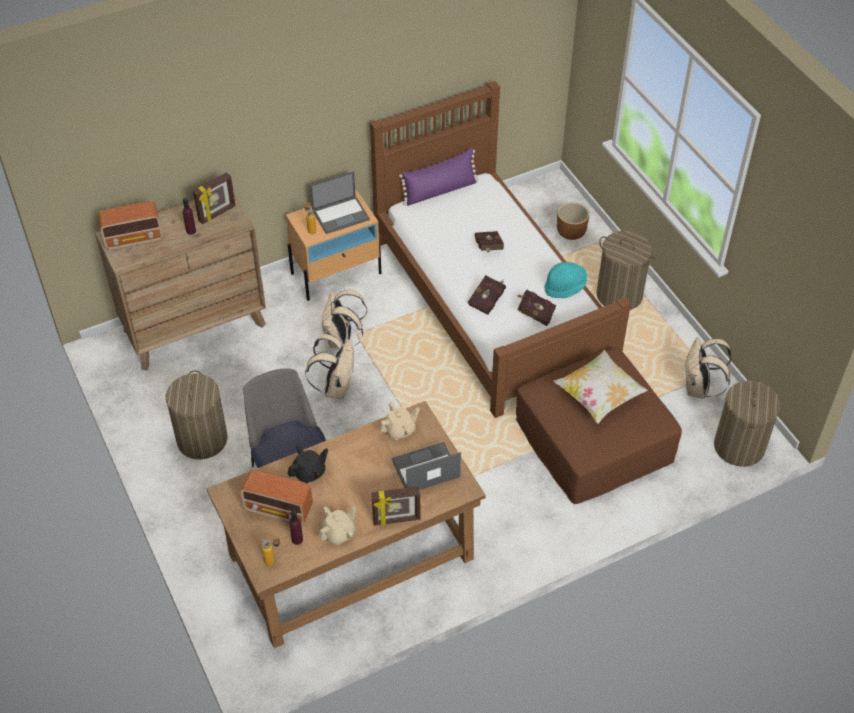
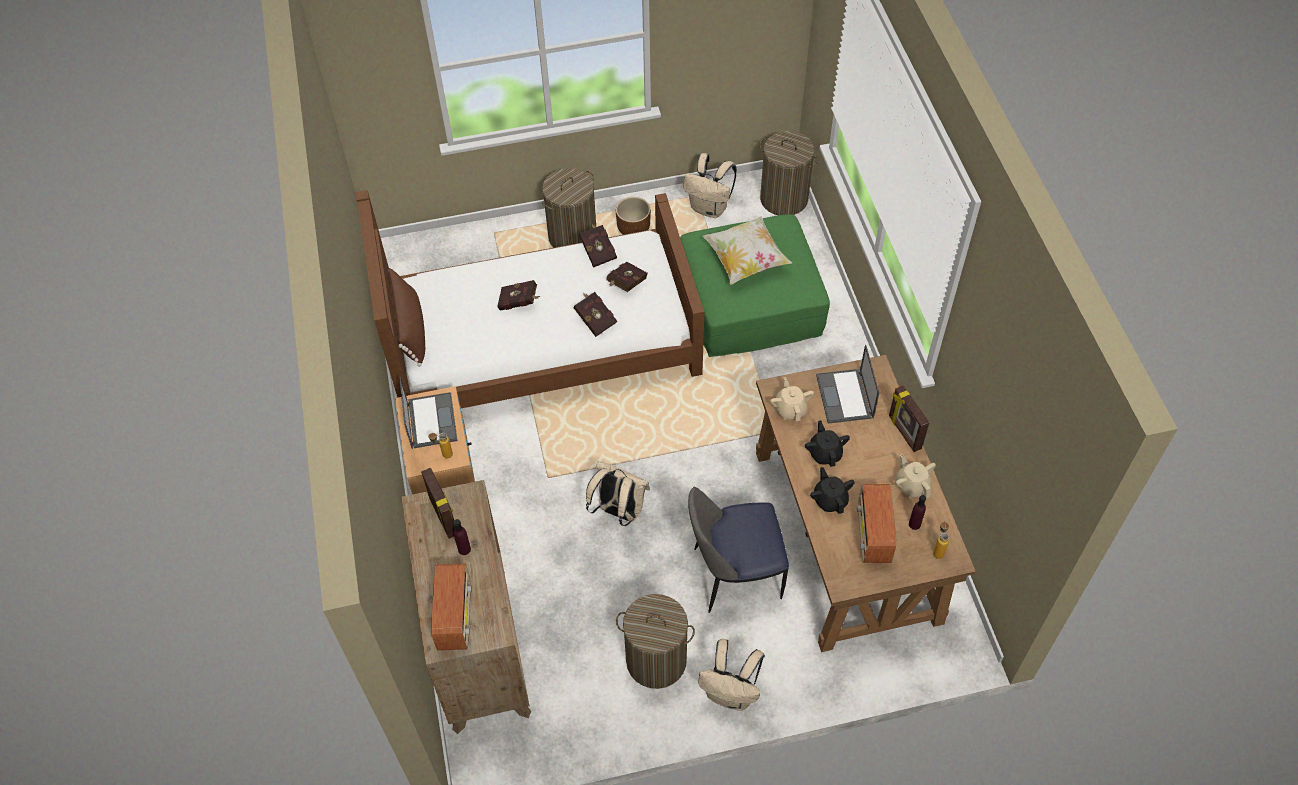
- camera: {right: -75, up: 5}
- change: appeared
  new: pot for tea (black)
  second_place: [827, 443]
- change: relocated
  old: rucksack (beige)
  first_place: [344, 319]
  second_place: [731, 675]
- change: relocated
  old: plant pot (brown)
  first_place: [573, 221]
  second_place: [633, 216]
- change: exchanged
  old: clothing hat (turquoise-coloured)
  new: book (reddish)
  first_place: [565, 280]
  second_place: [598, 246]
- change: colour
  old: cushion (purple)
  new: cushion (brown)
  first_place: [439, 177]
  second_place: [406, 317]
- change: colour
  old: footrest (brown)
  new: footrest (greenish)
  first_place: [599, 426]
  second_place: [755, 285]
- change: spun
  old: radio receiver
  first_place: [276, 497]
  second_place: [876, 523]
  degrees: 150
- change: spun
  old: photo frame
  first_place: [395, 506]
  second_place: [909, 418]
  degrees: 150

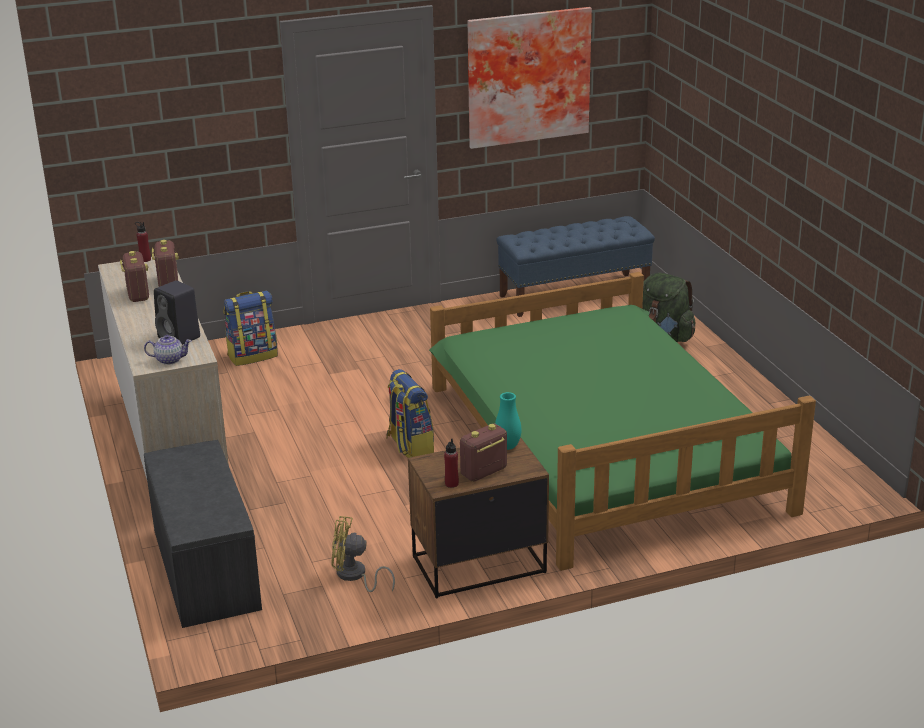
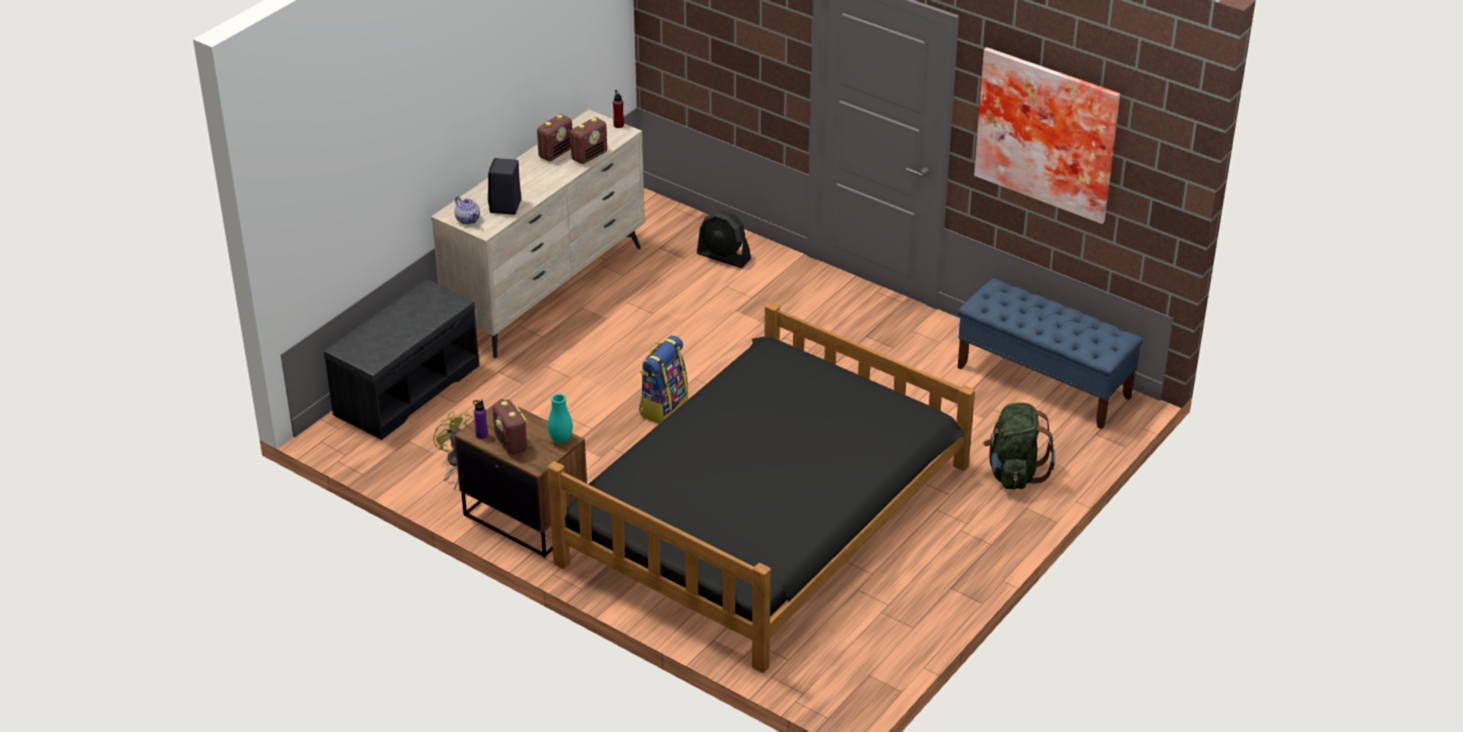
- camera: {right: 55, up: 10}
- change: exchanged
  old: rucksack
  new: fan (black)
  first_place: [250, 328]
  second_place: [724, 239]
- change: colour
  old: sleeping bed (greenish)
  new: sleeping bed (black)
  first_place: [622, 421]
  second_place: [761, 487]
- change: colour
  old: beverage bottle (reddish)
  new: beverage bottle (purple)
  first_place: [451, 463]
  second_place: [480, 419]
- change: spun
  old: radio receiver
  first_place: [483, 453]
  second_place: [510, 427]
  degrees: -135

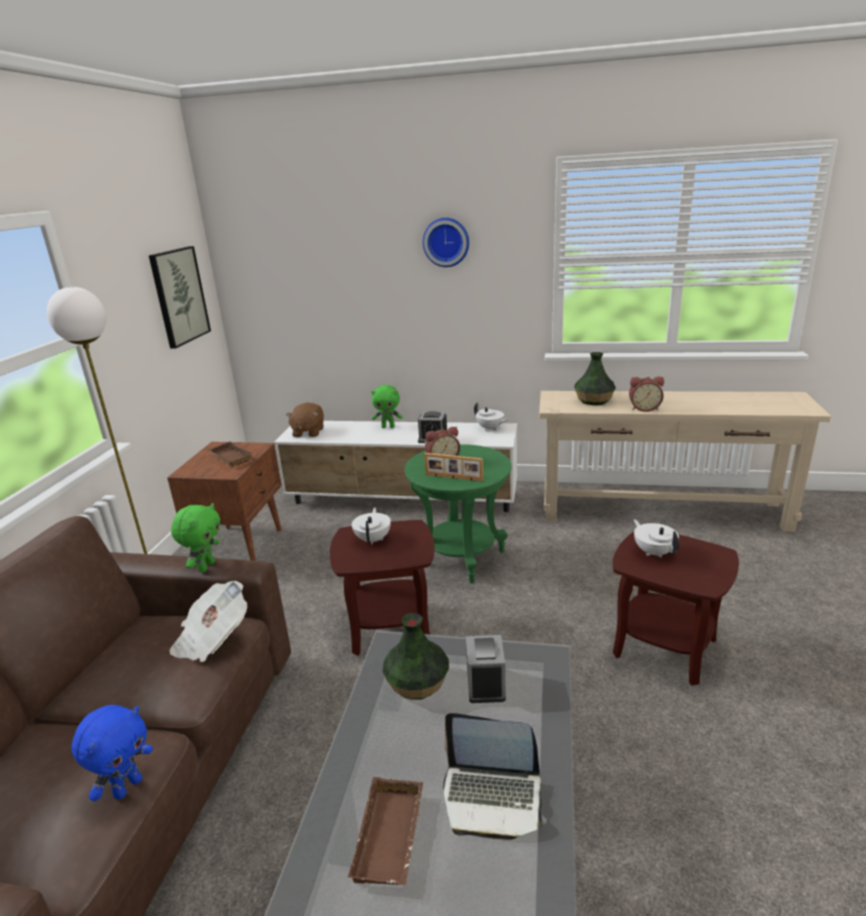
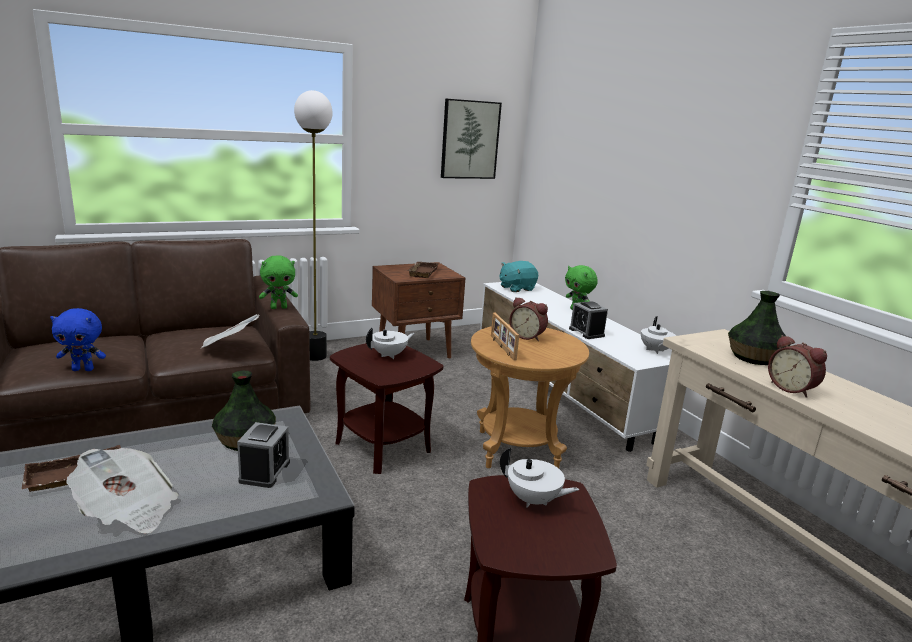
- camera: {right: 50, up: -5}
- change: missing
  old: clock on the wall
  first_place: [446, 242]
- change: exchanged
  old: laptop
  new: newspaper
  first_place: [494, 776]
  second_place: [122, 491]
- change: colour
  old: soft toy (brown)
  new: soft toy (turquoise-coloured)
  first_place: [305, 419]
  second_place: [519, 276]
- change: colour
  old: side table (greenish)
  new: side table (brown)
  first_place: [458, 513]
  second_place: [530, 396]
- change: spun
  old: alarm clock
  first_place: [486, 669]
  second_place: [263, 455]
  degrees: -45
- change: spun
  old: pot for tea (whitish)
  first_place: [656, 538]
  second_place: [539, 477]
  degrees: 90

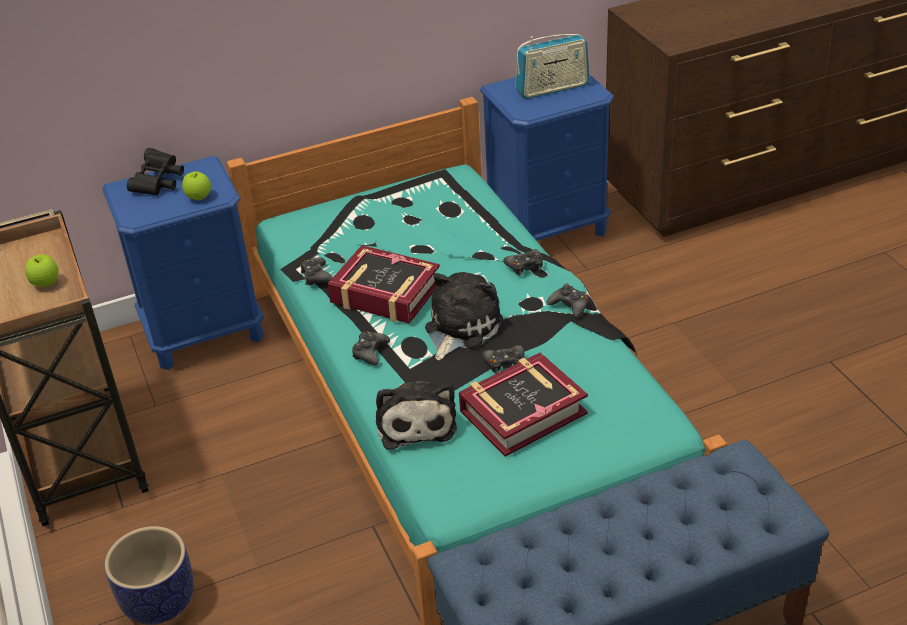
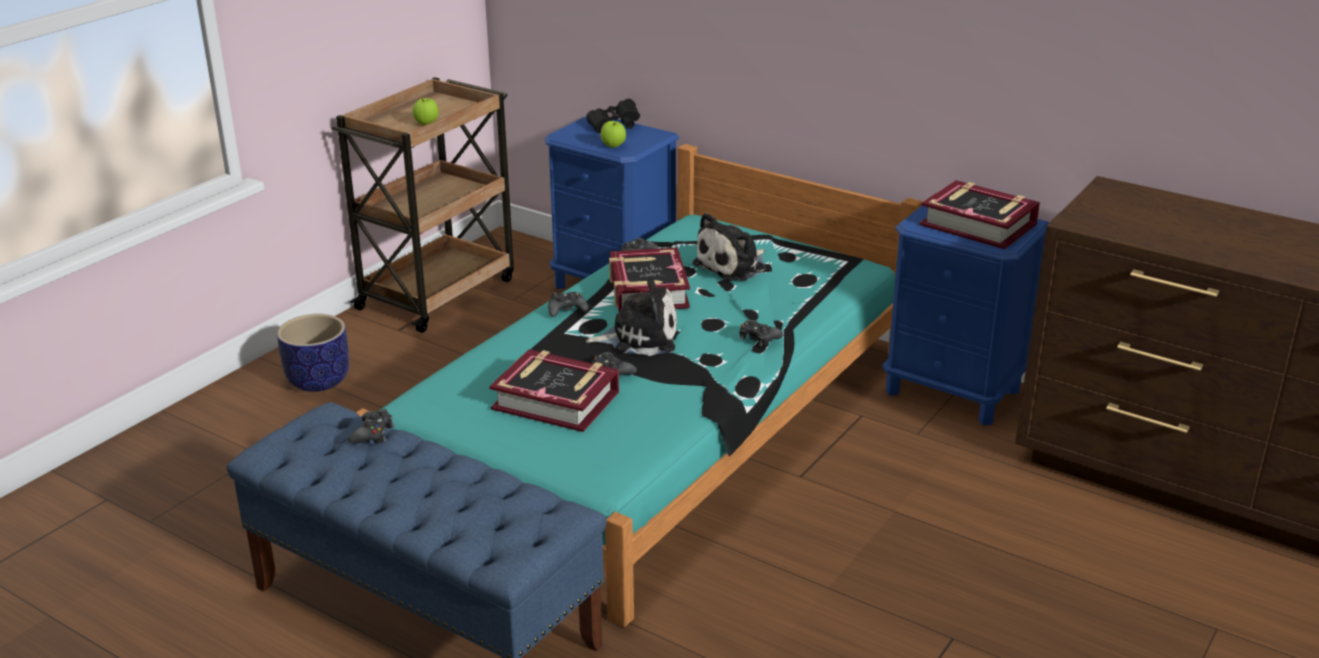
- camera: {right: 55, up: -10}
- change: relocated
  old: soft toy
  first_place: [416, 415]
  second_place: [729, 246]
- change: relocated
  old: joypad (black)
  first_place: [568, 301]
  second_place: [371, 426]
- change: exchanged
  old: radio receiver
  new: book
  first_place: [552, 66]
  second_place: [980, 214]

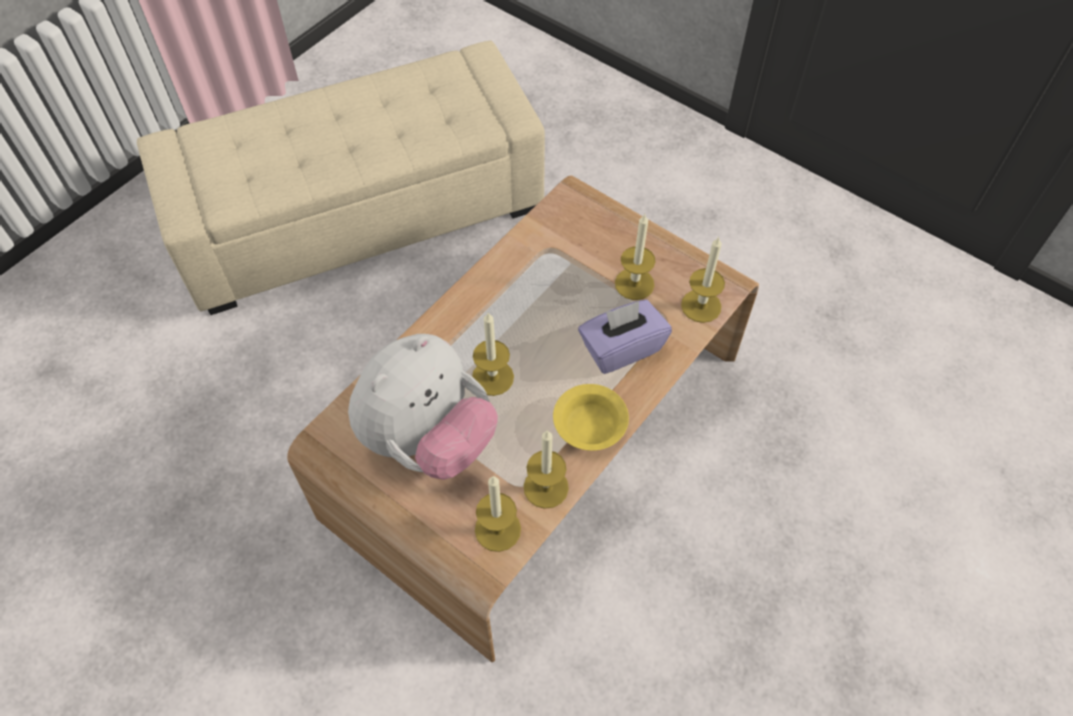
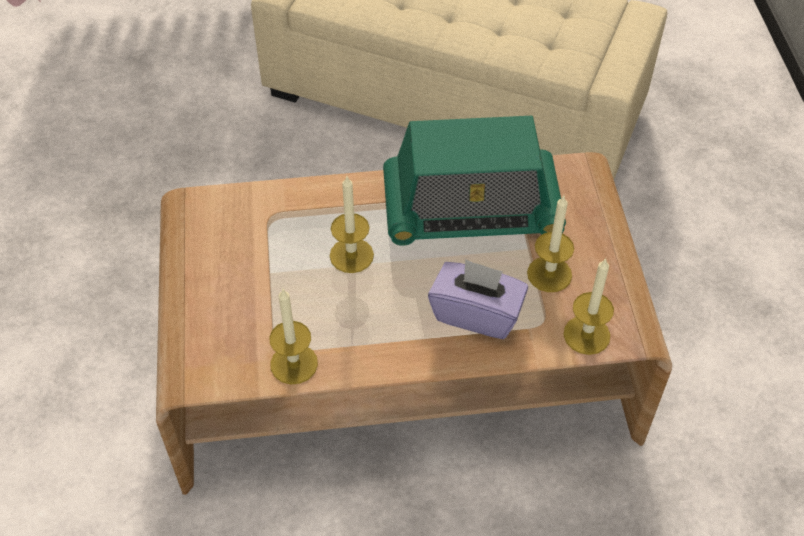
- camera: {right: 45, up: -5}
- change: missing
  old: soft toy
  first_place: [423, 407]
- change: missing
  old: candle
  first_place: [498, 514]
- change: missing
  old: bowl (yellow-coloured)
  first_place: [591, 417]
- change: appeared
  new: radio receiver
  second_place: [474, 181]

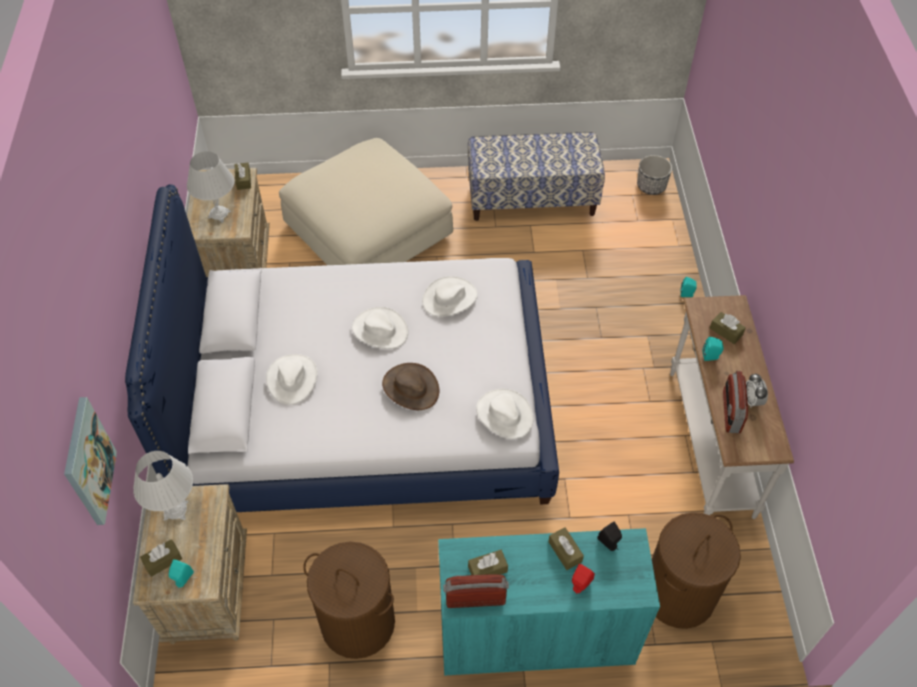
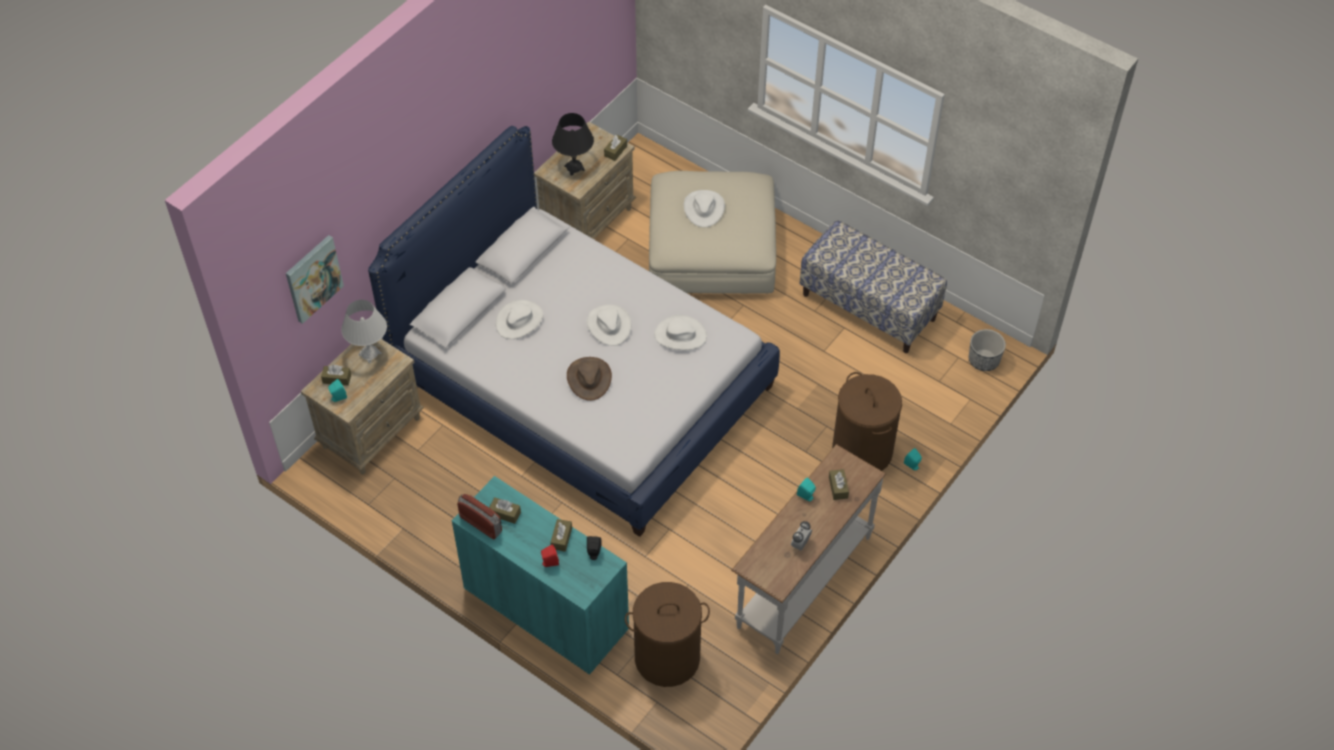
- camera: {right: 40, up: 0}
- change: missing
  old: radio receiver
  first_place: [735, 402]
- change: relocated
  old: laundry basket (brown)
  first_place: [349, 600]
  second_place: [867, 421]
- change: relocated
  old: clothing hat (whitish)
  first_place: [505, 413]
  second_place: [704, 208]
- change: colour
  old: table lamp (whitish)
  new: table lamp (black)
  first_place: [211, 187]
  second_place: [573, 144]

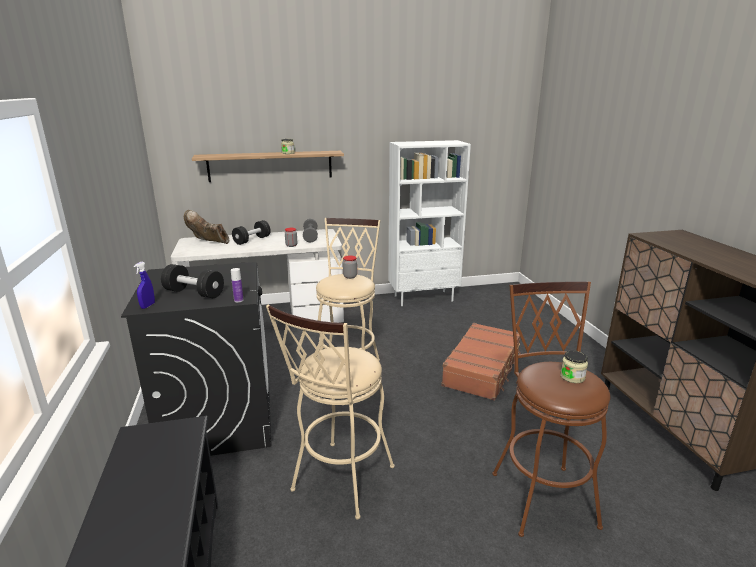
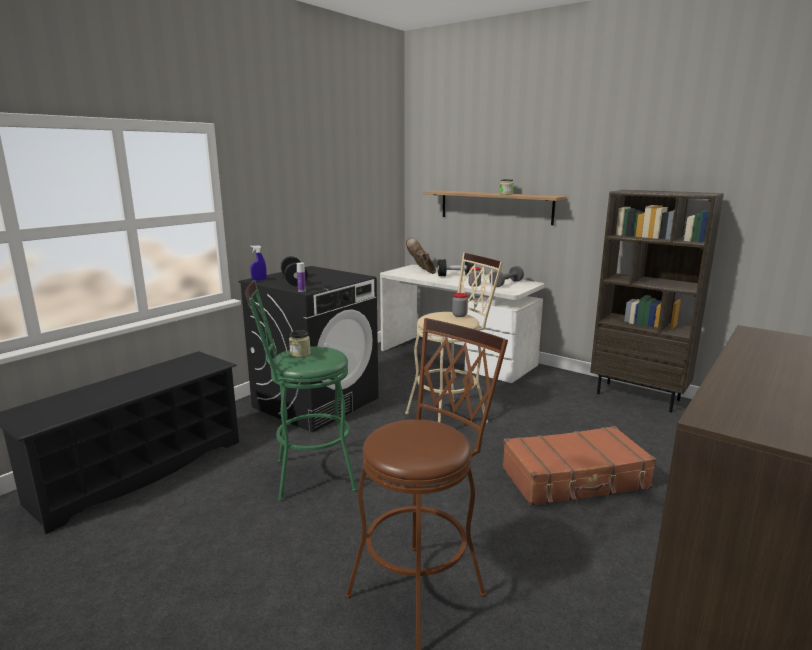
- camera: {right: 50, up: -5}
- change: relocated
  old: storage jar
  first_place: [574, 366]
  second_place: [300, 343]
- change: colour
  old: stool seat (beige)
  new: stool seat (greenish)
  first_place: [330, 412]
  second_place: [301, 390]
- change: colour
  old: shelving unit (whitish)
  new: shelving unit (brown)
  first_place: [429, 223]
  second_place: [657, 301]

